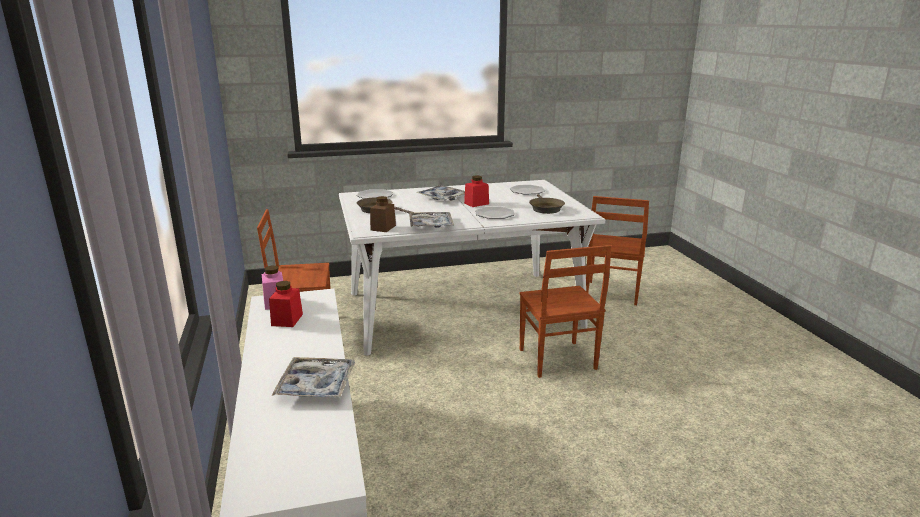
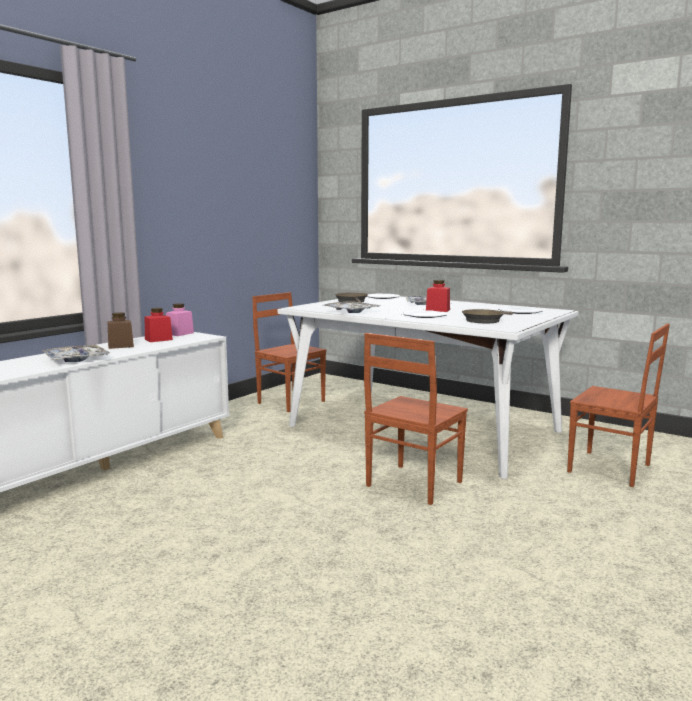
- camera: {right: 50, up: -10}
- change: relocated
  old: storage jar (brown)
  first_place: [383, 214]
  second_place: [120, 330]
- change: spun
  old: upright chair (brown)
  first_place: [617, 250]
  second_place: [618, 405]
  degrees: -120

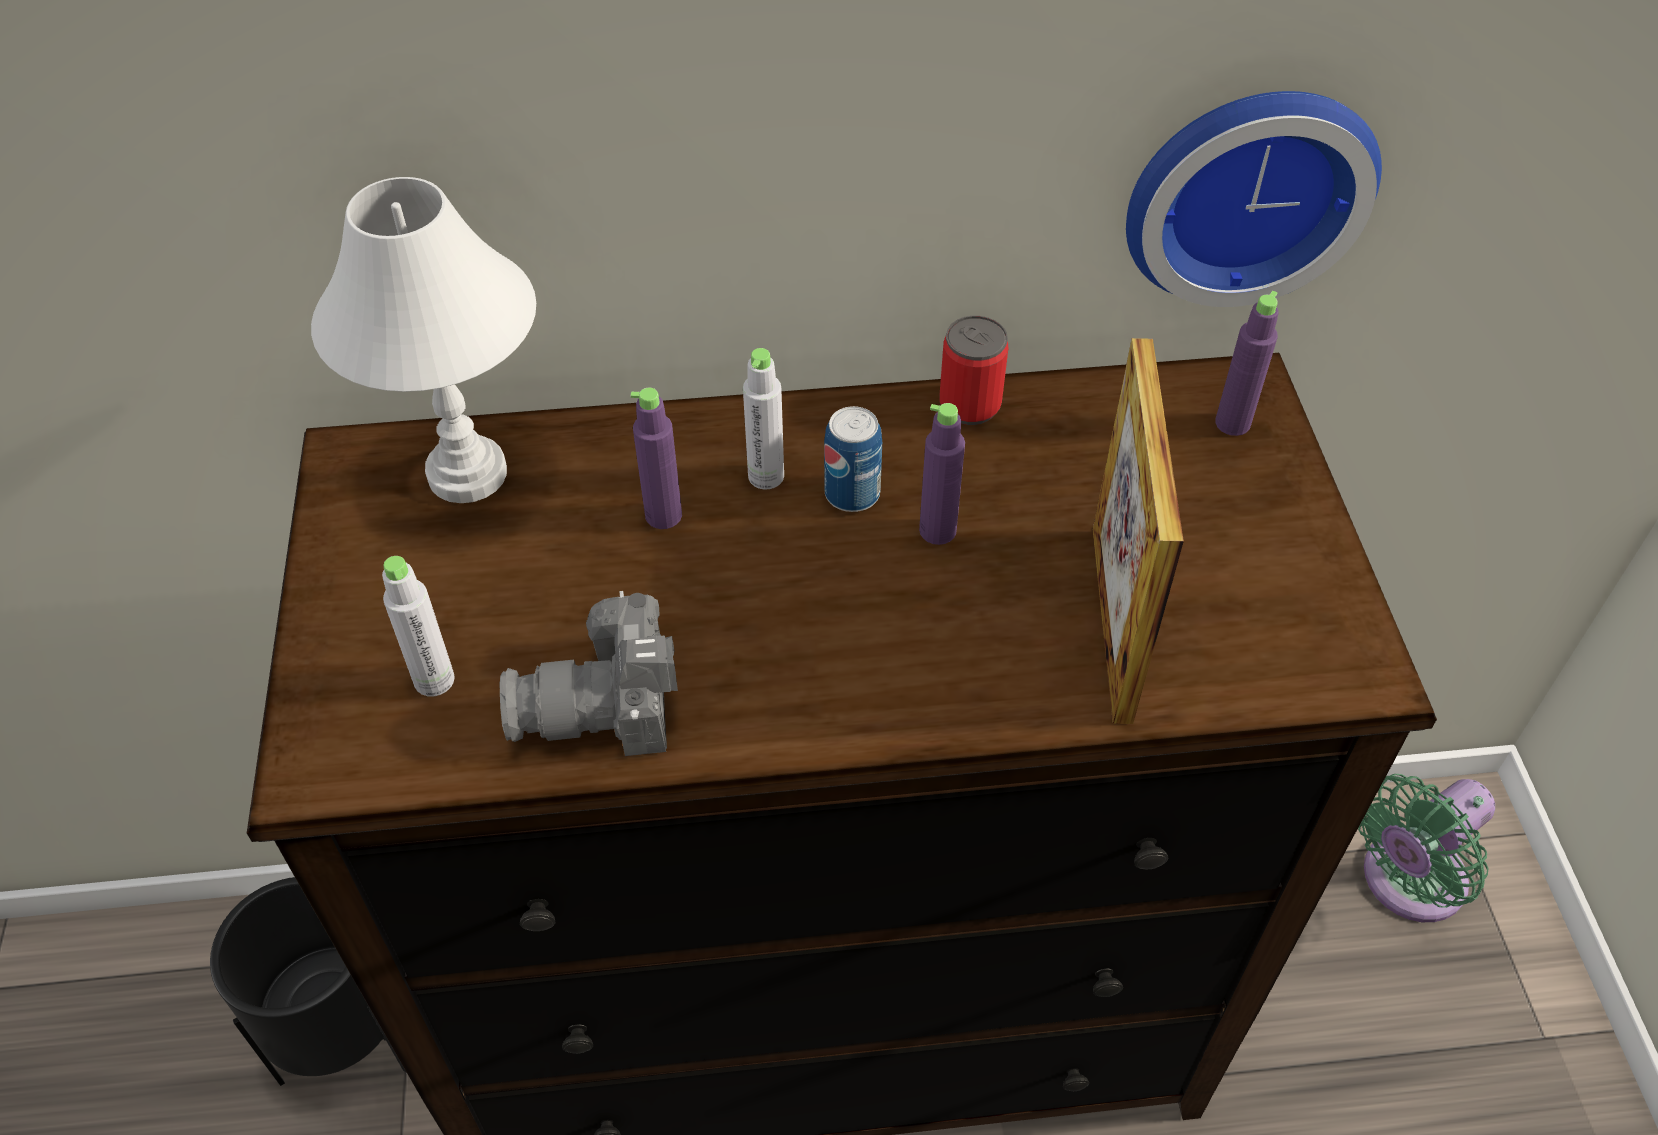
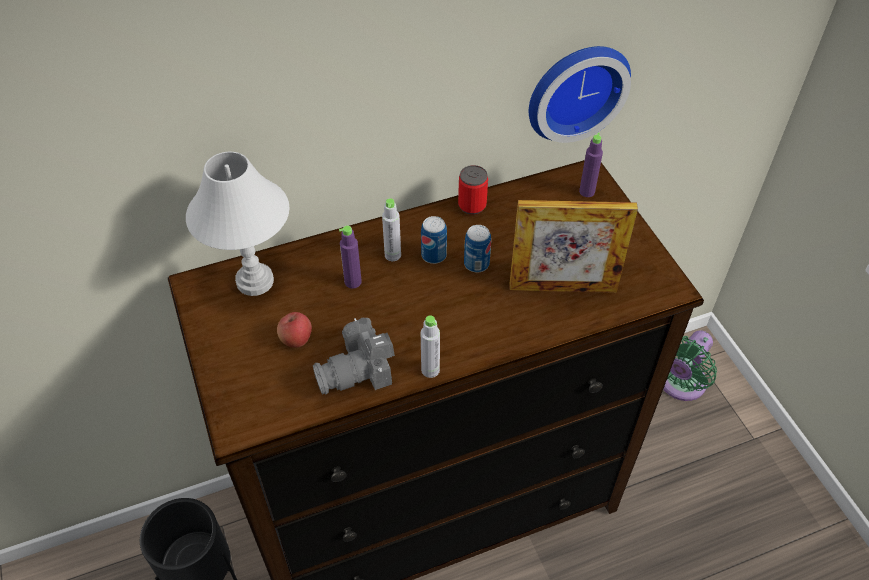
- camera: {right: -15, up: 0}
- change: appeared
  new: whole apple
  second_place: [294, 330]
- change: relocated
  old: beverage bottle (gray)
  first_place: [418, 626]
  second_place: [430, 346]
- change: exchanged
  old: beverage bottle (purple)
  new: sealed can
  first_place: [942, 474]
  second_place: [477, 248]
- change: spun
  old: photo frame
  first_place: [1138, 531]
  second_place: [573, 246]
  degrees: -75

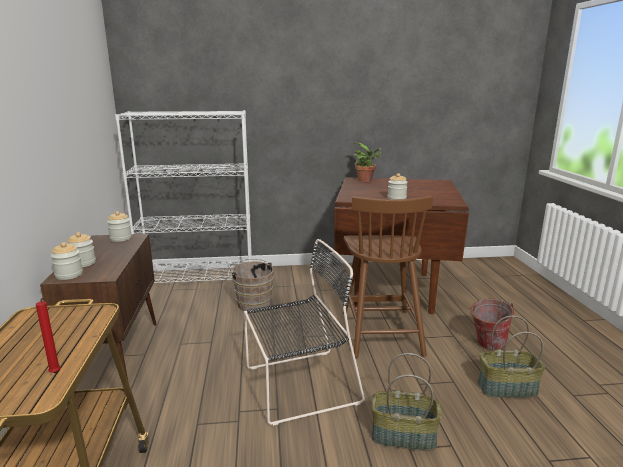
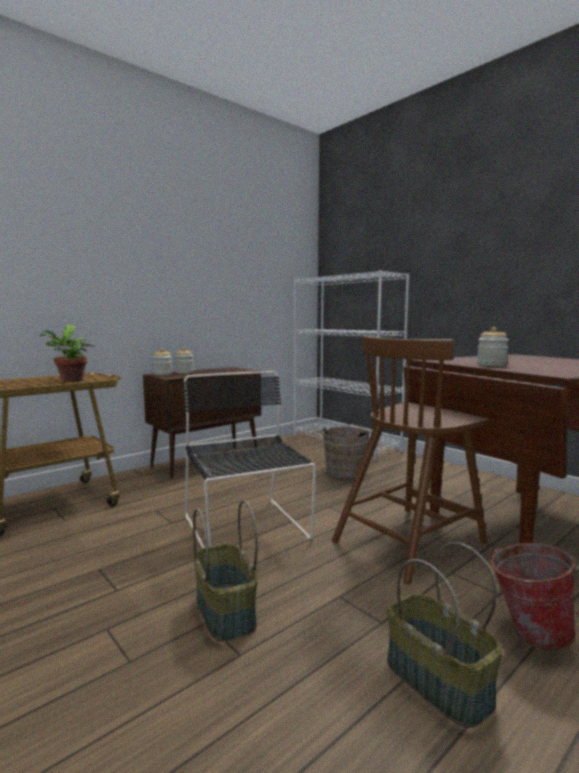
- camera: {right: 55, up: -10}
- change: missing
  old: candle (reddish)
  first_place: [48, 335]
- change: missing
  old: storage jar
  first_place: [119, 226]
- change: relocated
  old: plant in a pot
  first_place: [367, 162]
  second_place: [67, 353]
- change: spun
  old: upright chair (black)
  first_place: [304, 332]
  second_place: [249, 459]
  degrees: -150

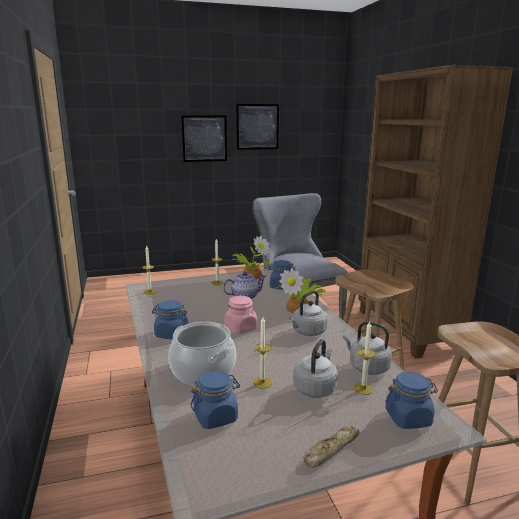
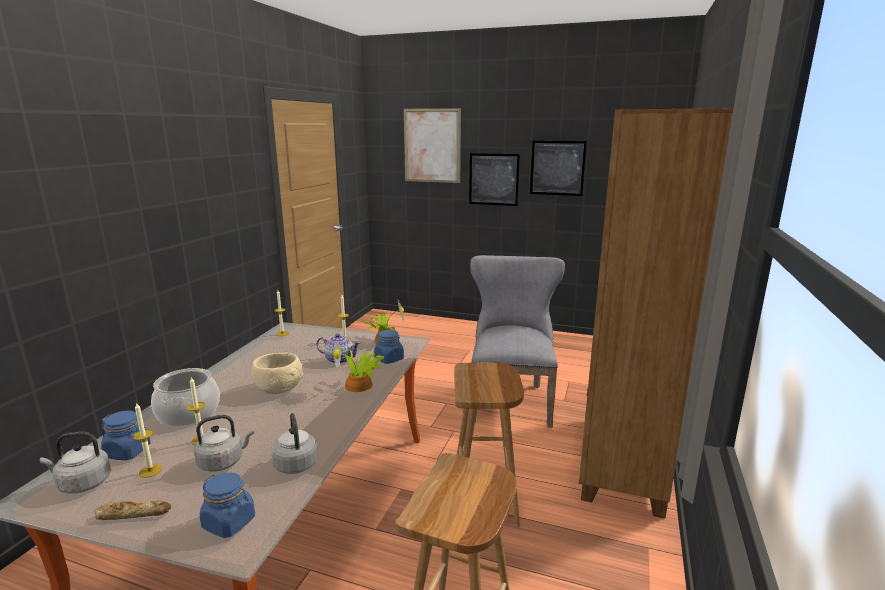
- camera: {right: 35, up: 0}
- change: missing
  old: storage jar (blue-coloured)
  first_place: [170, 319]
- change: appeared
  new: wall art
  second_place: [432, 145]
- change: relocated
  old: kettle (gray)
  first_place: [308, 313]
  second_place: [75, 462]
- change: relocated
  old: candle
  first_place: [364, 358]
  second_place: [147, 440]
- change: exchanged
  old: storage jar (pink-coloured)
  new: bowl (beige)
  first_place: [240, 315]
  second_place: [277, 373]

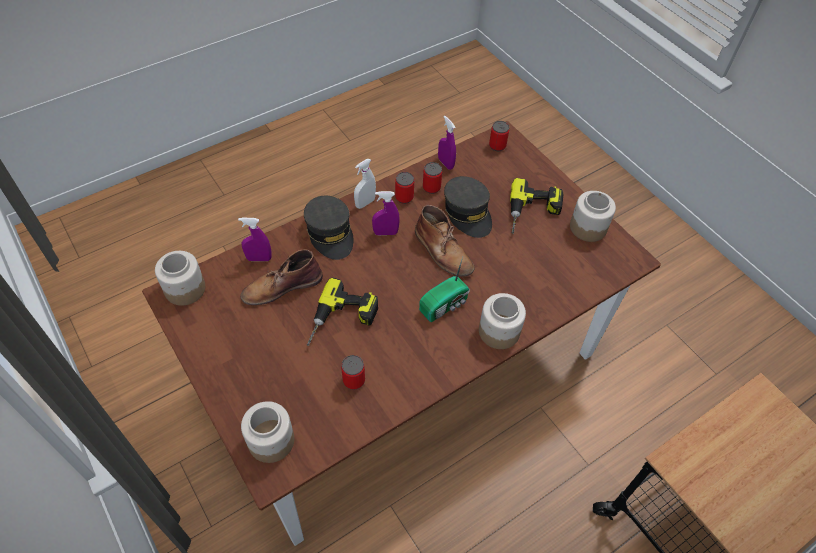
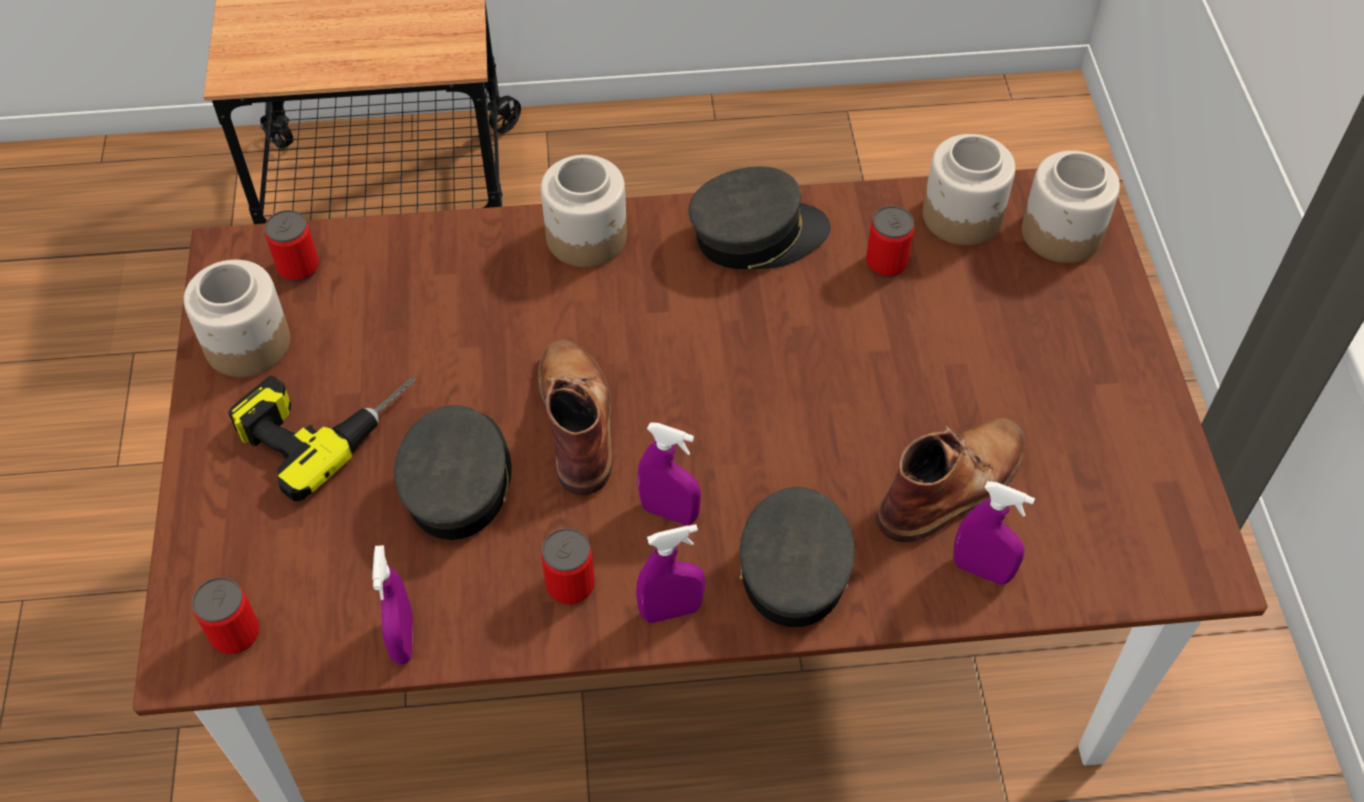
- camera: {right: -150, up: 0}
- change: missing
  old: drill
  first_place: [342, 312]
- change: missing
  old: radio receiver
  first_place: [444, 289]
- change: appeared
  new: peaked cap (gray)
  second_place: [759, 217]
- change: relocated
  old: storage jar
  first_place: [180, 278]
  second_place: [969, 189]
- change: relocated
  old: sealed can
  first_place: [432, 178]
  second_place: [292, 246]
- change: colour
  old: sprayer (whitish)
  new: sprayer (purple)
  first_place: [365, 184]
  second_place: [670, 573]
- change: spun
  old: boot (brown)
  first_place: [281, 277]
  second_place: [950, 480]
  degrees: -45

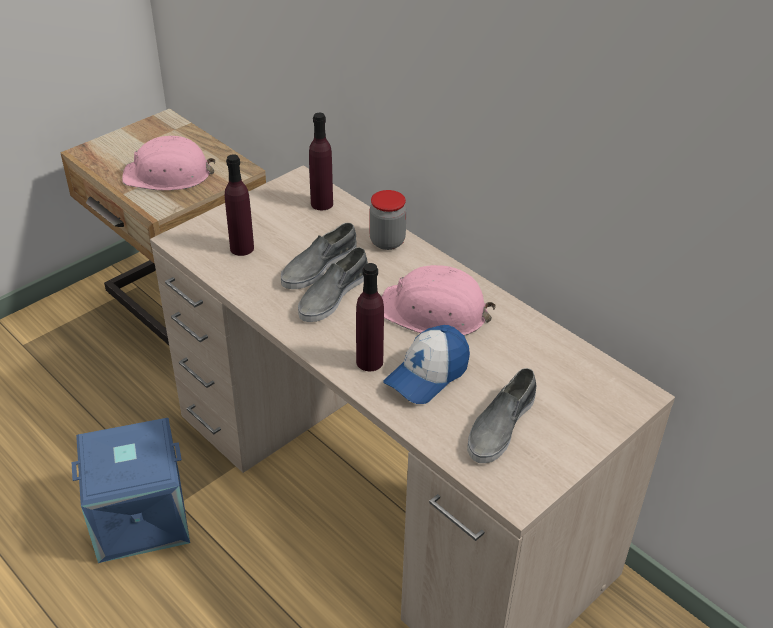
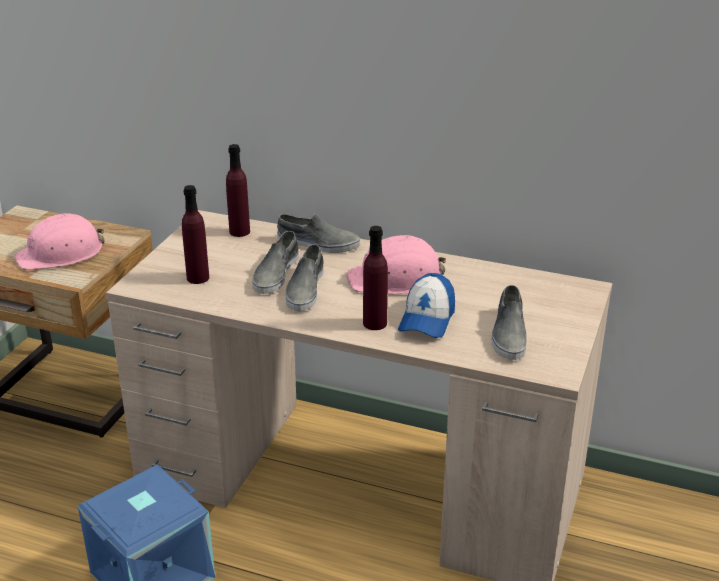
- camera: {right: -25, up: -10}
- change: exchanged
  old: storage jar
  new: item of footwear (gray)
  first_place: [388, 220]
  second_place: [318, 233]

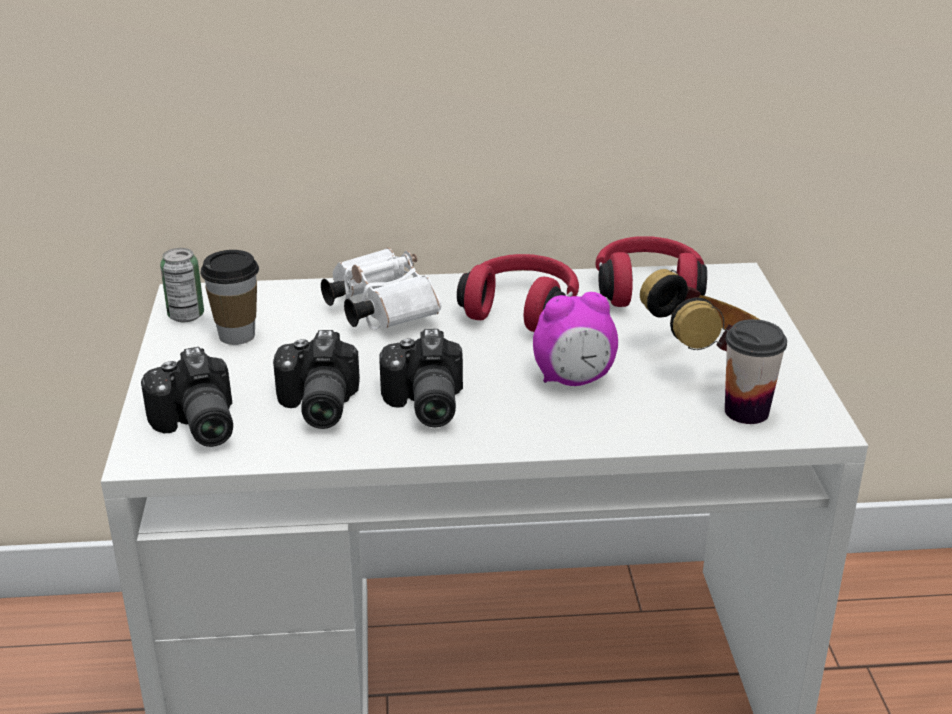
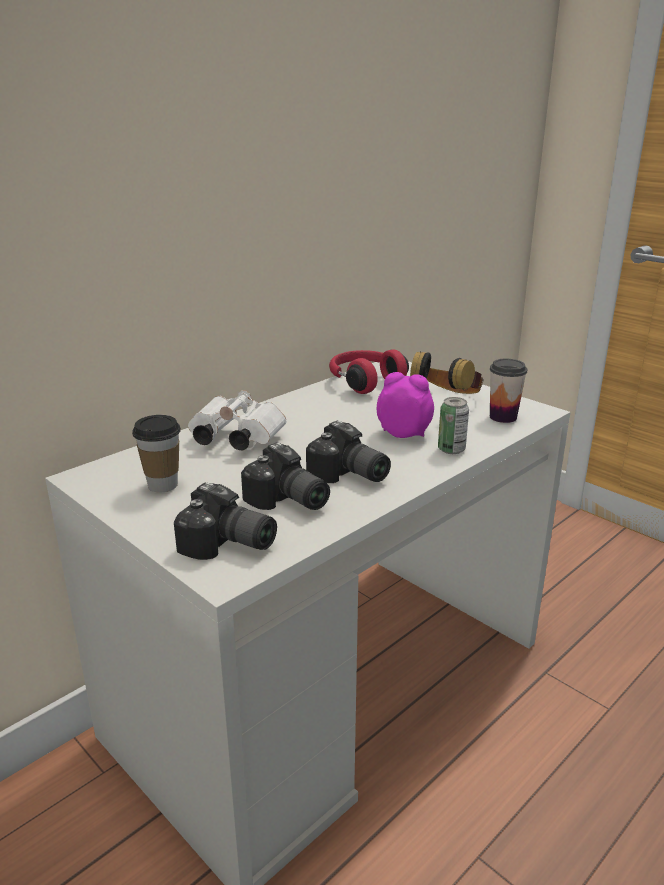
- camera: {right: -40, up: -5}
- change: missing
  old: pair of headphones (reddish)
  first_place: [518, 293]
- change: relocated
  old: sealed can
  first_place: [182, 285]
  second_place: [453, 425]
- change: spun
  old: alarm clock
  first_place: [575, 339]
  second_place: [405, 405]
  degrees: -105

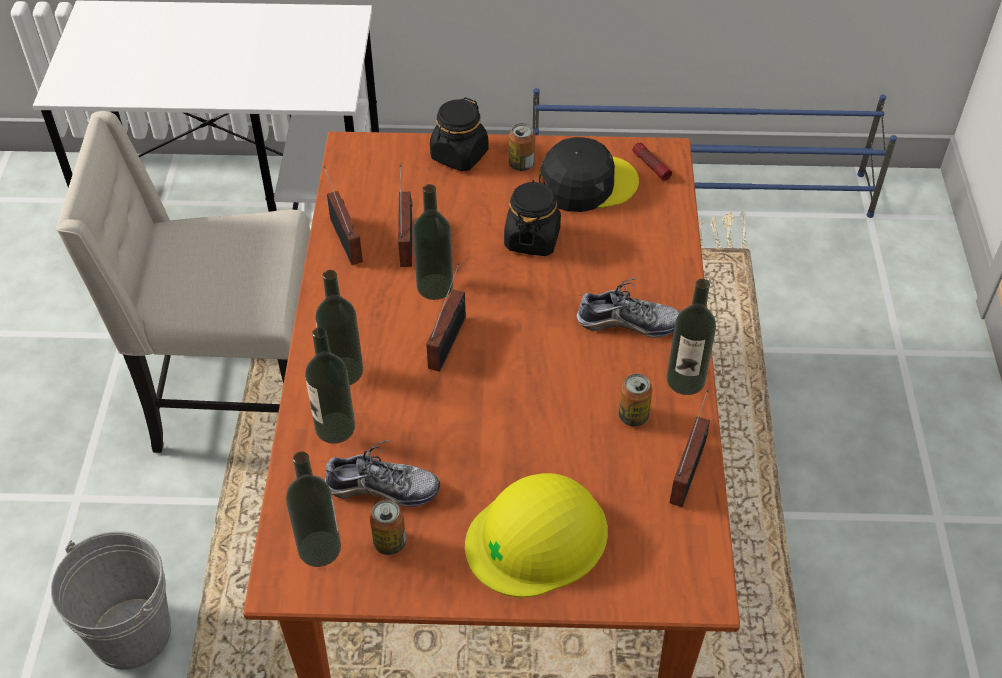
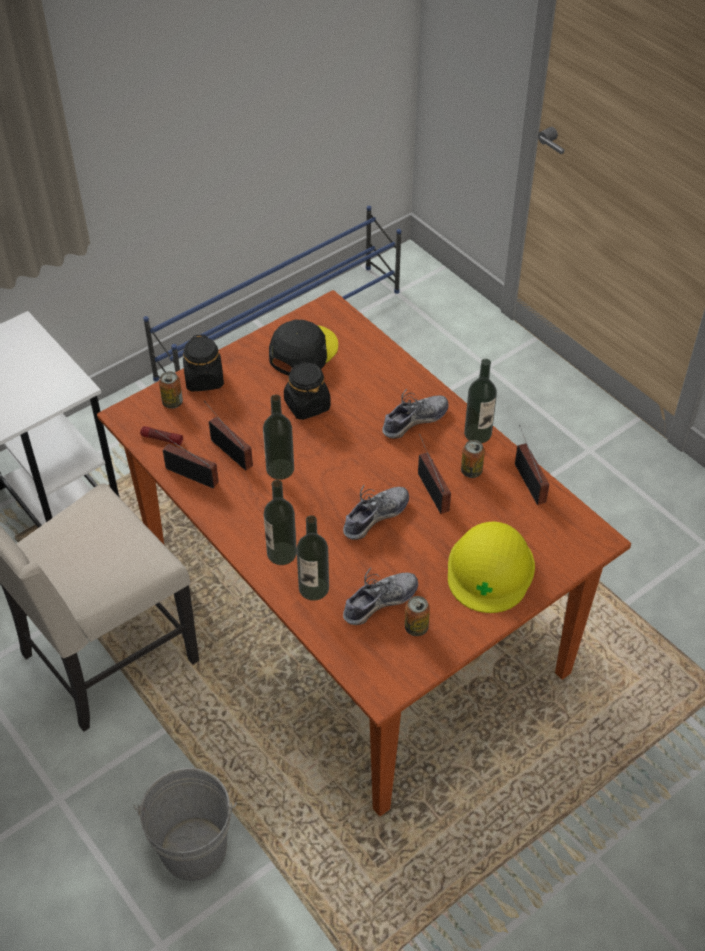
- camera: {right: -40, up: 0}
- change: missing
  old: beverage bottle
  first_place: [313, 509]
- change: appeared
  new: item of footwear
  second_place: [376, 512]
- change: relocated
  old: radio receiver
  first_place: [446, 317]
  second_place: [434, 474]
- change: relocated
  old: sealed can
  first_place: [522, 147]
  second_place: [171, 390]
- change: relocated
  old: hand torch
  first_place: [652, 162]
  second_place: [161, 435]

